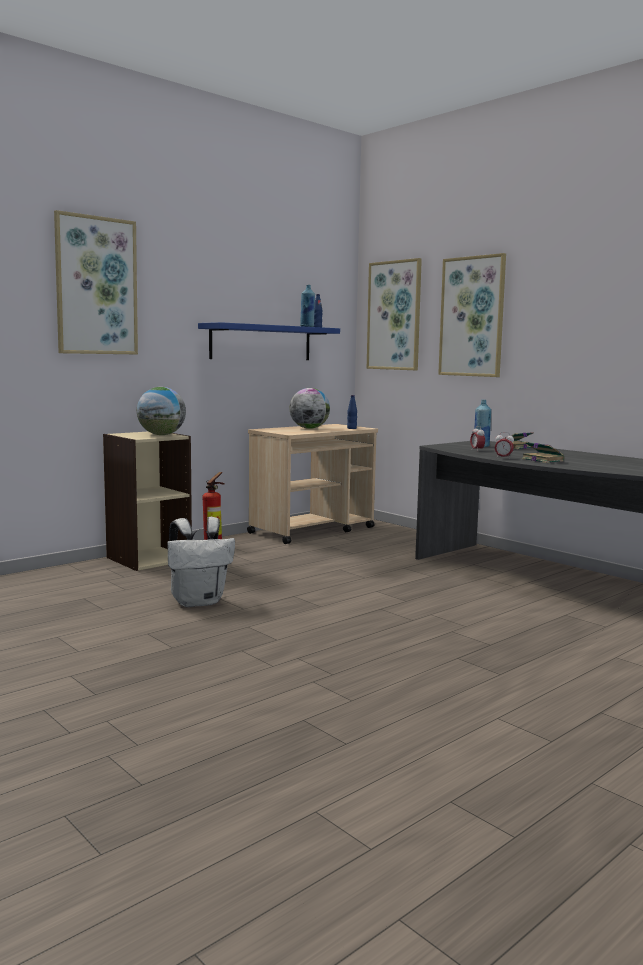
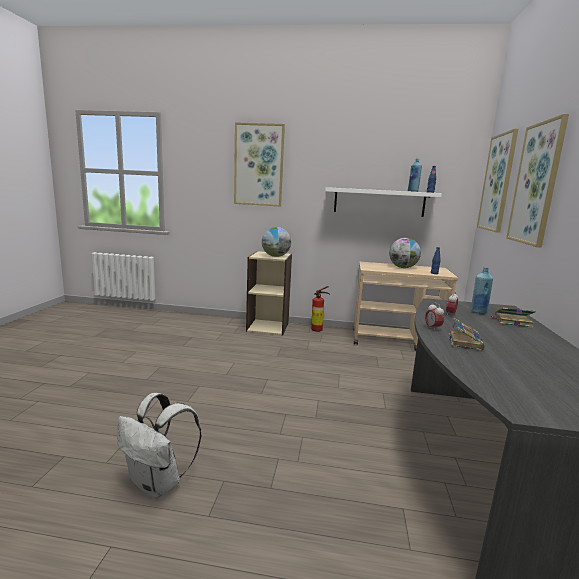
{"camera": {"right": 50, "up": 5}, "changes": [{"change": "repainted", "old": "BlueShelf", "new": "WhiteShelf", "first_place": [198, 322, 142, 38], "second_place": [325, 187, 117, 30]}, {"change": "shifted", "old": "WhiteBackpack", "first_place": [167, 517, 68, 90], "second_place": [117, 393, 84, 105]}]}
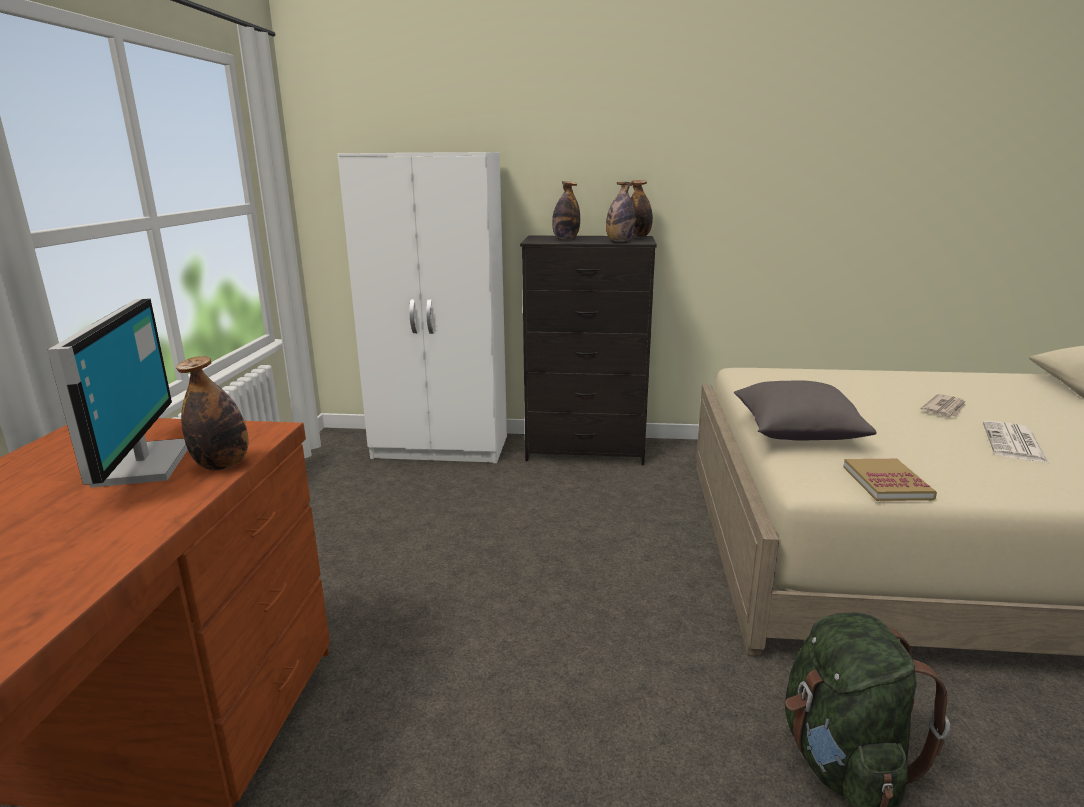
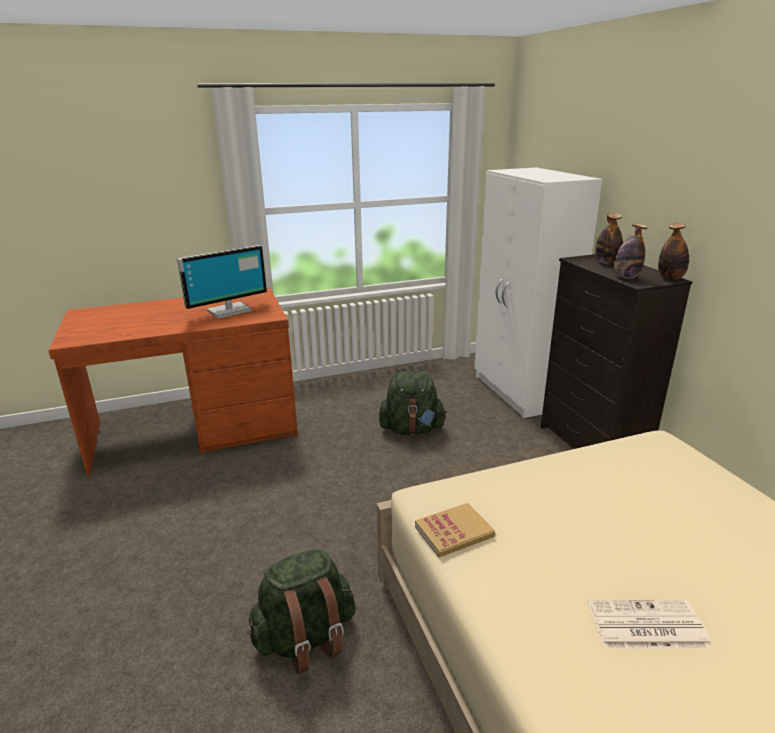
{"camera": {"right": 65, "up": 5}, "changes": [{"change": "gone", "old": "Bottle", "first_place": [176, 356, 73, 114]}, {"change": "gone", "old": "GreyPillow", "first_place": [734, 380, 142, 61]}, {"change": "gone", "old": "Newspaper", "first_place": [921, 394, 45, 23]}, {"change": "new", "new": "GreenBackpack", "second_place": [379, 371, 68, 64]}]}
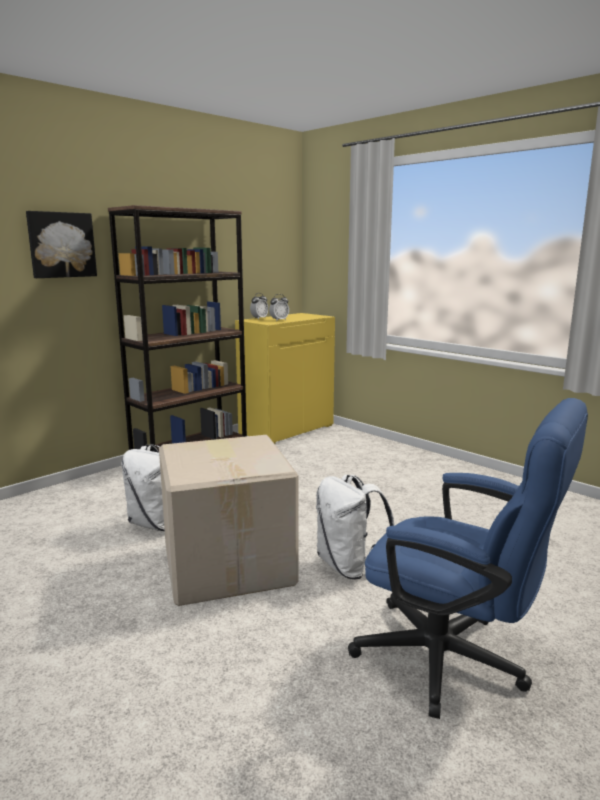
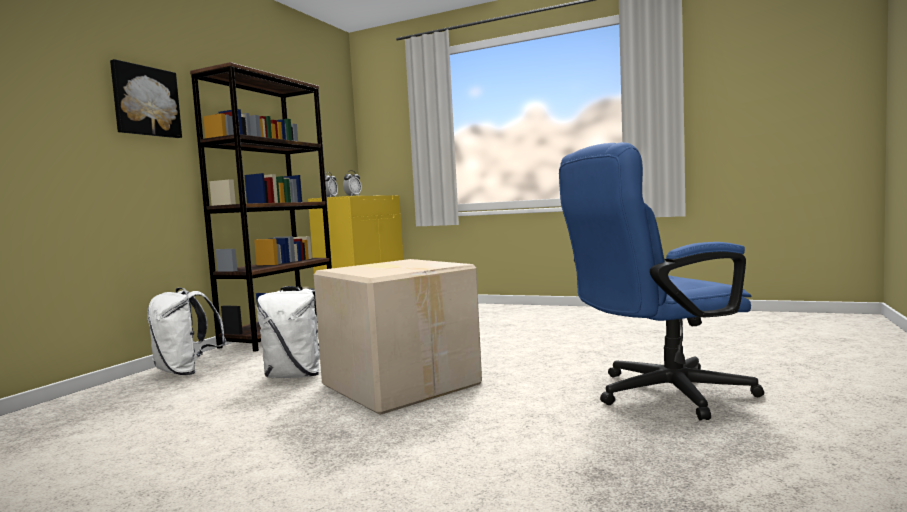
{"camera": {"right": -20, "up": -10}, "changes": [{"change": "rotated", "old": "BlueOfficeChair", "first_place": [348, 398, 240, 321], "second_place": [559, 142, 205, 278], "degrees": 150}, {"change": "shifted", "old": "WhiteBackpack", "first_place": [316, 475, 78, 104], "second_place": [147, 287, 80, 88]}]}
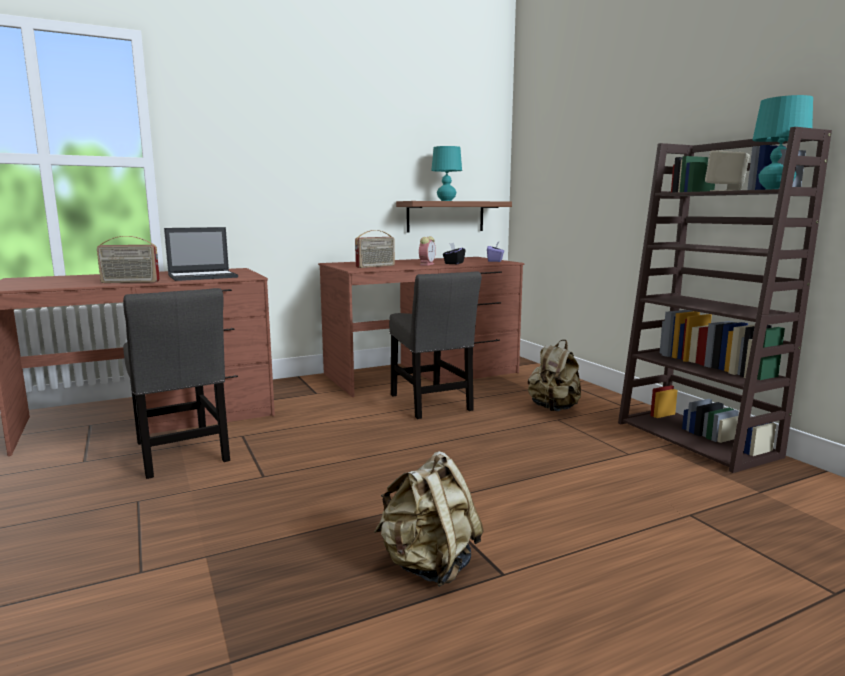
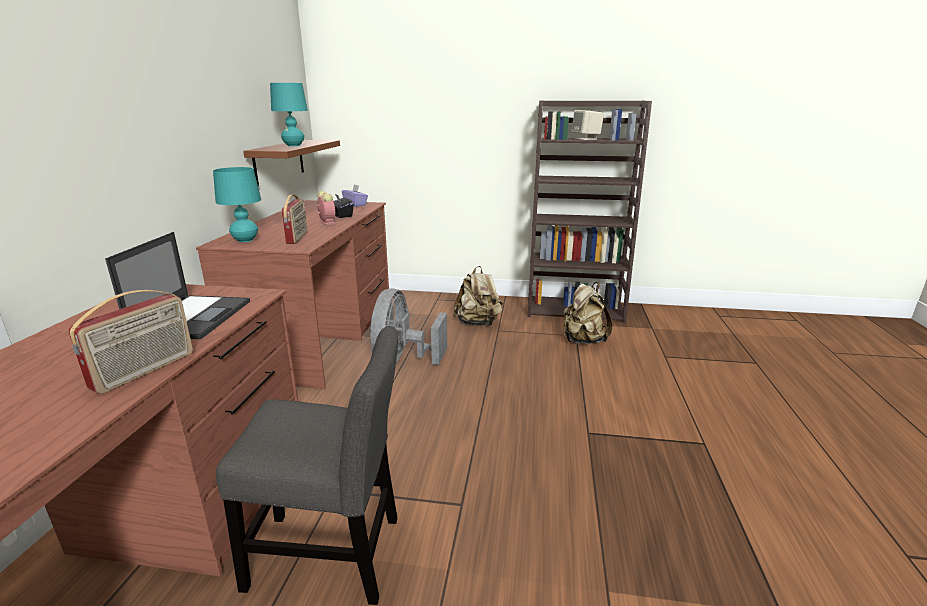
{"camera": {"right": -55, "up": 10}, "changes": [{"change": "shifted", "old": "TurquoiseTableLamp", "first_place": [752, 95, 61, 95], "second_place": [213, 167, 48, 75]}, {"change": "swapped", "old": "GreyChair", "new": "GreyFan", "first_place": [389, 271, 93, 148], "second_place": [370, 288, 77, 77]}, {"change": "shifted", "old": "BeigeBackpack", "first_place": [374, 451, 110, 136], "second_place": [563, 282, 49, 62]}]}
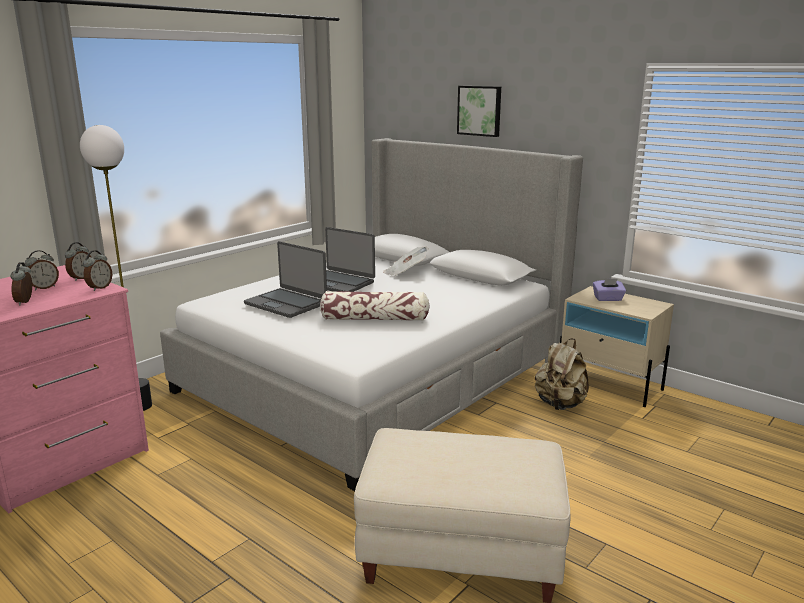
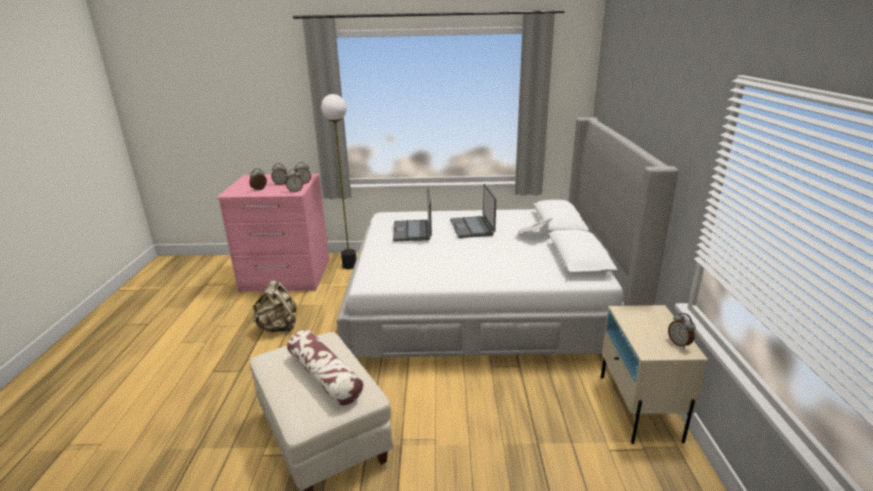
{"camera": {"right": 50, "up": 5}, "changes": [{"change": "gone", "old": "Picture", "first_place": [457, 86, 44, 51]}, {"change": "gone", "old": "PurpleTissueBox", "first_place": [593, 278, 33, 23]}, {"change": "shifted", "old": "Pillow", "first_place": [320, 291, 110, 29], "second_place": [287, 330, 76, 76]}, {"change": "shifted", "old": "BeigeBackpack", "first_place": [535, 338, 54, 72], "second_place": [252, 281, 45, 51]}, {"change": "new", "new": "AlarmClock", "second_place": [668, 313, 28, 36]}]}
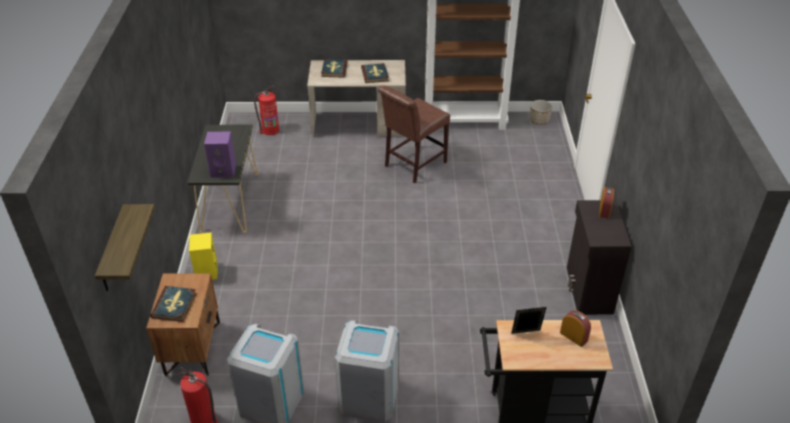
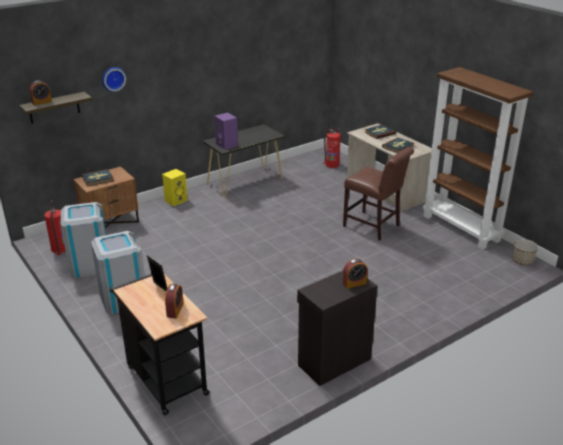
{"camera": {"right": 55, "up": -10}, "changes": [{"change": "rotated", "old": "BrownChair", "first_place": [378, 85, 72, 98], "second_place": [343, 148, 71, 92], "degrees": -150}, {"change": "new", "new": "WallClock", "second_place": [102, 67, 24, 25]}, {"change": "new", "new": "AlarmClock", "second_place": [30, 80, 22, 26]}]}
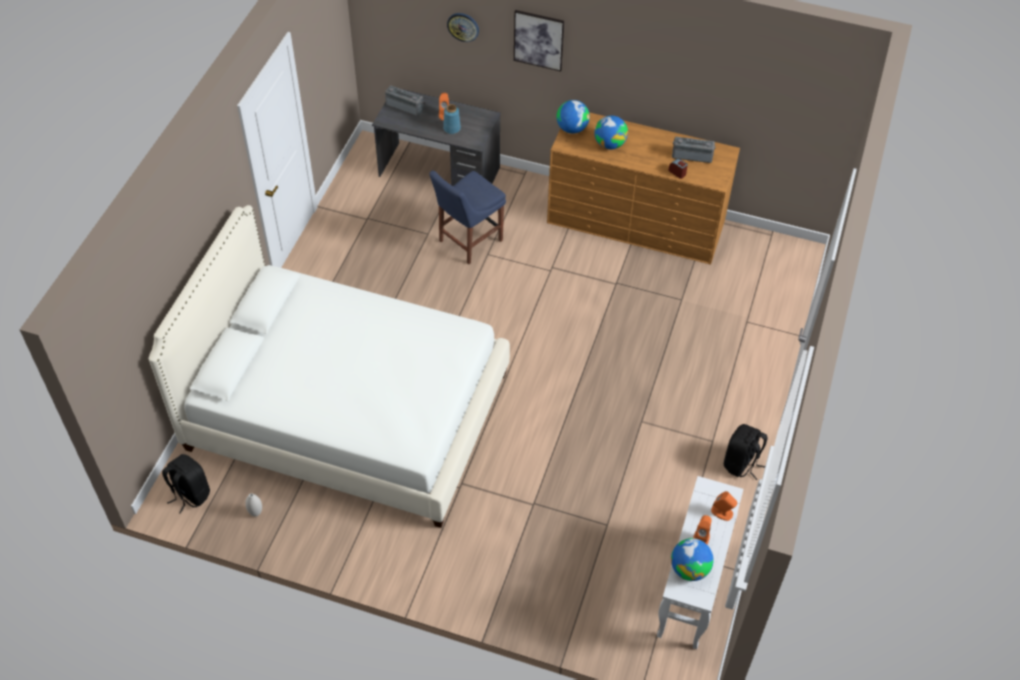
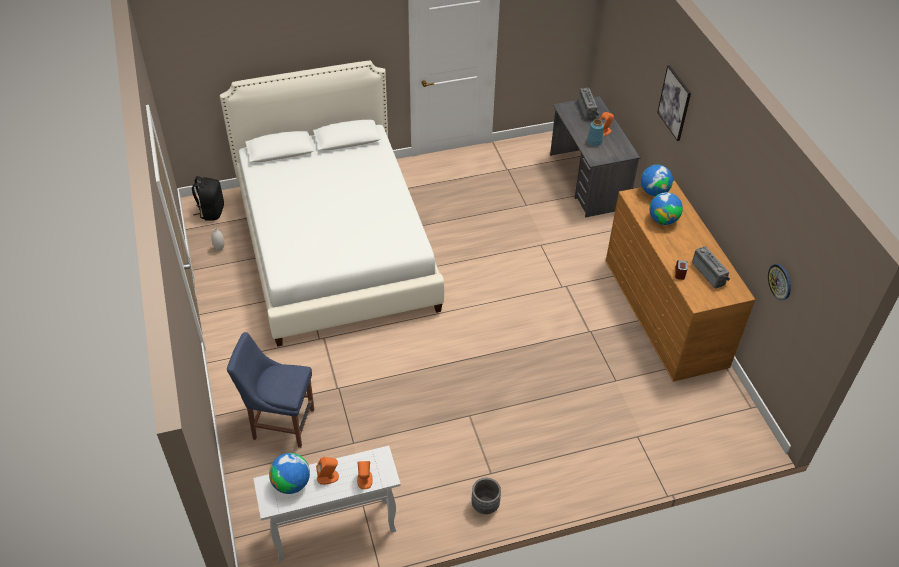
{"camera": {"right": 55, "up": -5}, "changes": [{"change": "shifted", "old": "WallClock", "first_place": [447, 13, 32, 29], "second_place": [768, 264, 23, 36]}, {"change": "shifted", "old": "BlueChair", "first_place": [429, 170, 77, 94], "second_place": [227, 332, 87, 116]}, {"change": "swapped", "old": "BlackBackpack", "new": "GreyPlanter", "first_place": [724, 424, 44, 56], "second_place": [471, 478, 30, 36]}]}
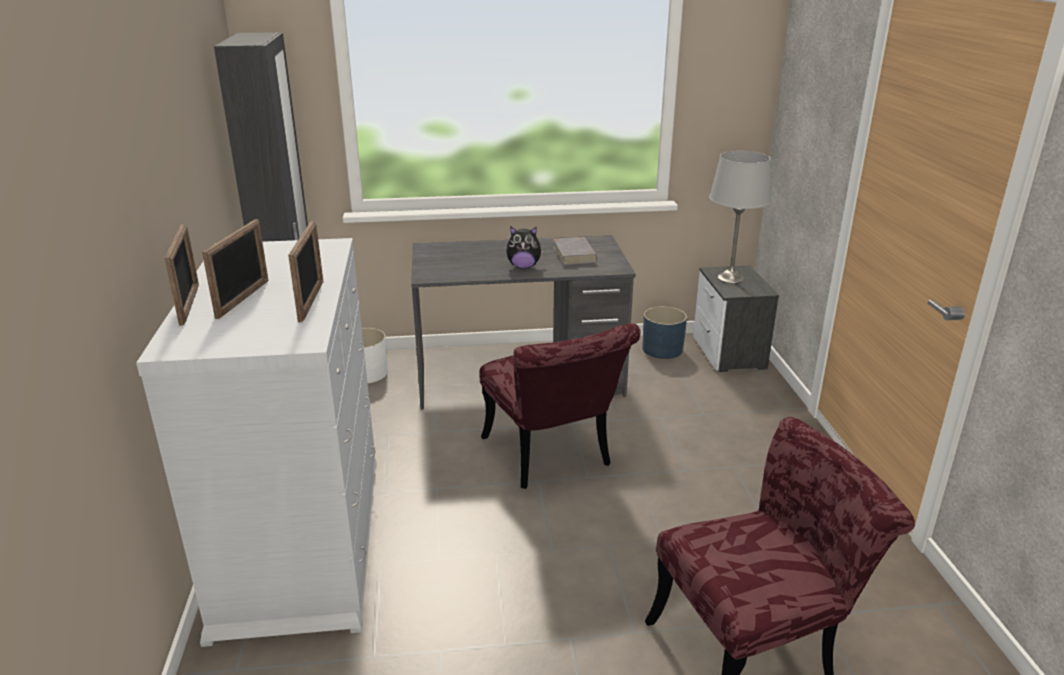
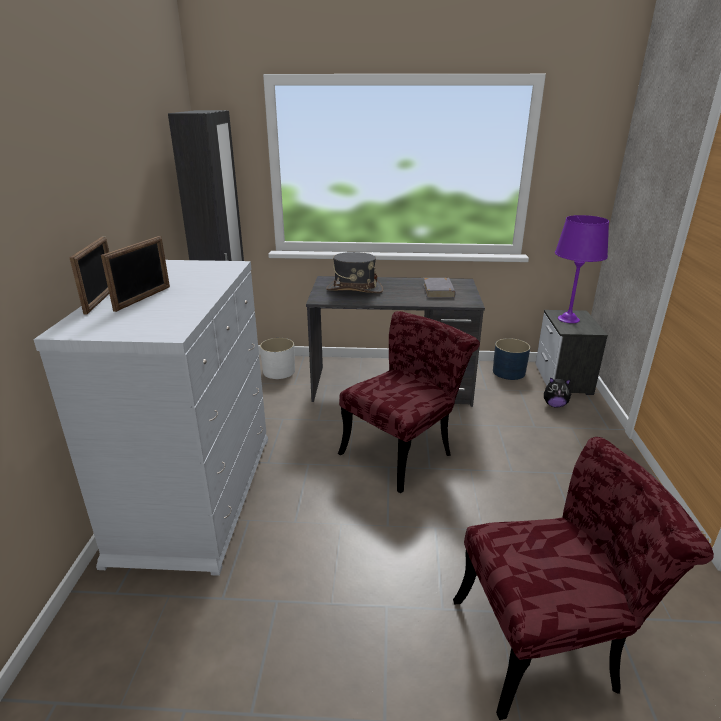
{"camera": {"right": 10, "up": 0}, "changes": [{"change": "repainted", "old": "GreyTableLamp", "new": "PurpleTableLamp", "first_place": [709, 151, 63, 132], "second_place": [555, 215, 54, 108]}, {"change": "gone", "old": "PictureFrame", "first_place": [288, 221, 36, 101]}, {"change": "shifted", "old": "PlushToy", "first_place": [506, 226, 38, 43], "second_place": [544, 377, 27, 31]}, {"change": "rotated", "old": "RedChair", "first_place": [479, 323, 162, 166], "second_place": [338, 311, 142, 182], "degrees": -120}, {"change": "new", "new": "GreyHat", "second_place": [326, 252, 57, 41]}]}
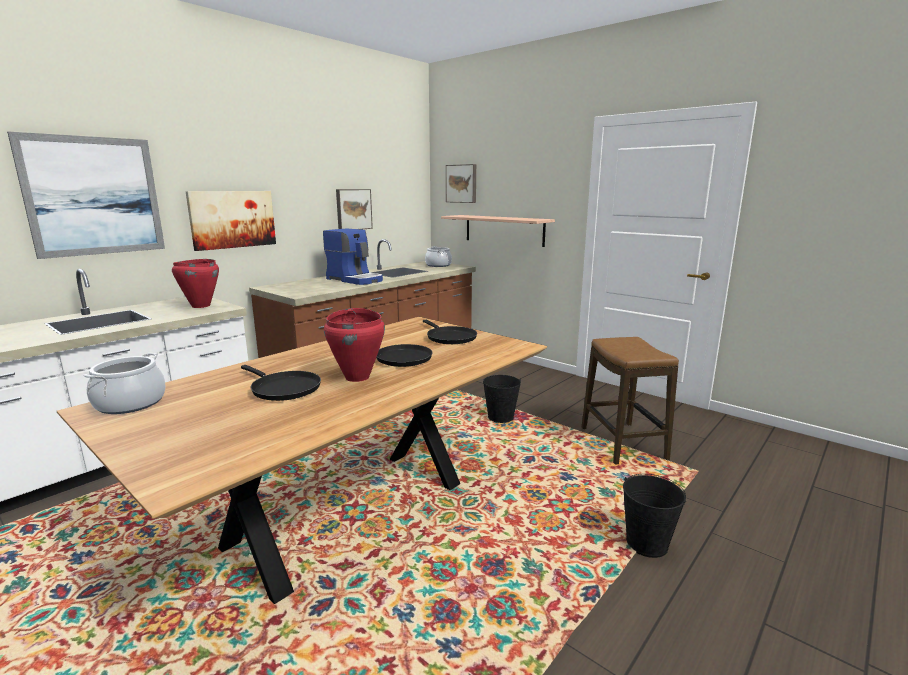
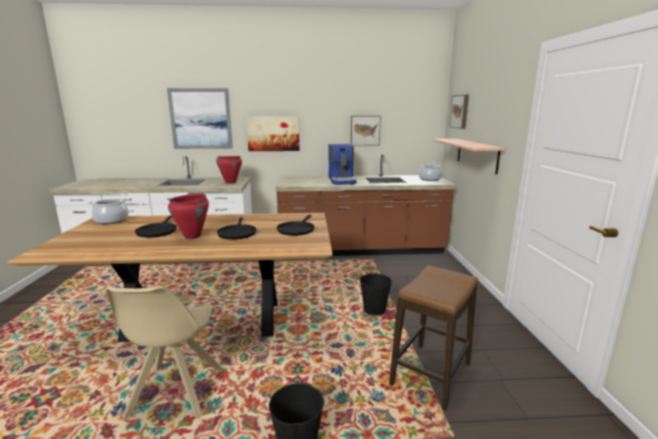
{"camera": {"right": 45, "up": 0}, "changes": [{"change": "new", "new": "BeigeChair", "second_place": [106, 286, 116, 134]}]}
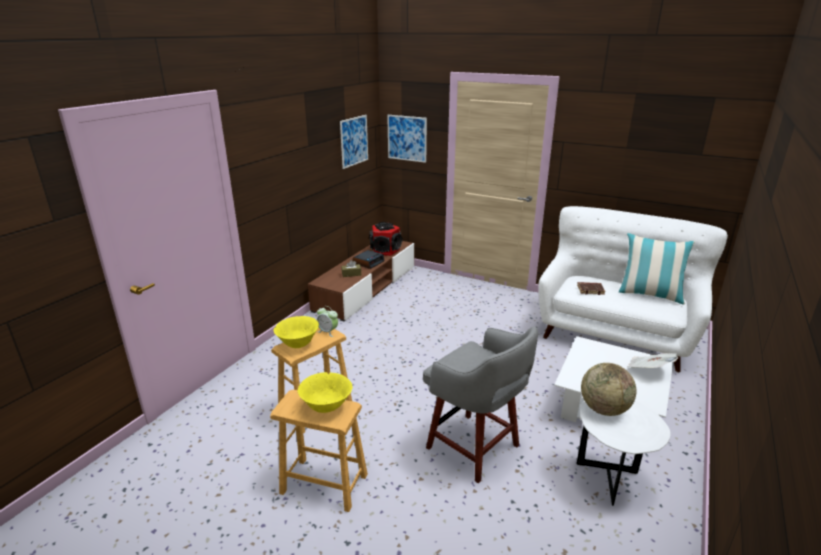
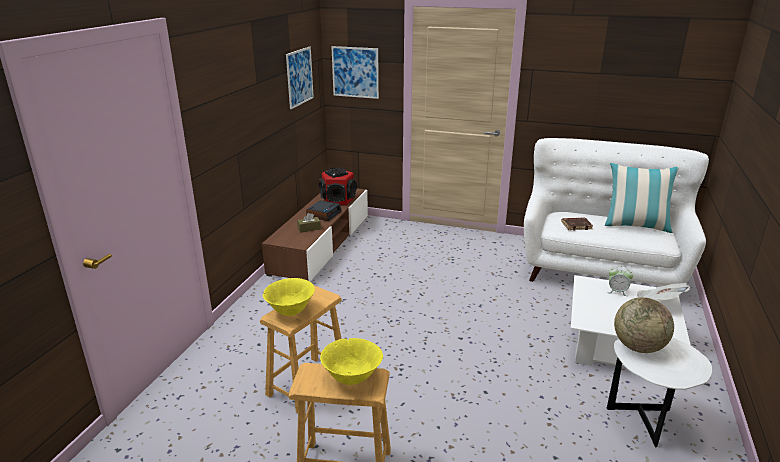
{"camera": {"right": -10, "up": 0}, "changes": [{"change": "shifted", "old": "AlarmClock", "first_place": [317, 306, 21, 31], "second_place": [607, 266, 27, 30]}, {"change": "gone", "old": "GreyStool", "first_place": [423, 327, 115, 156]}]}
